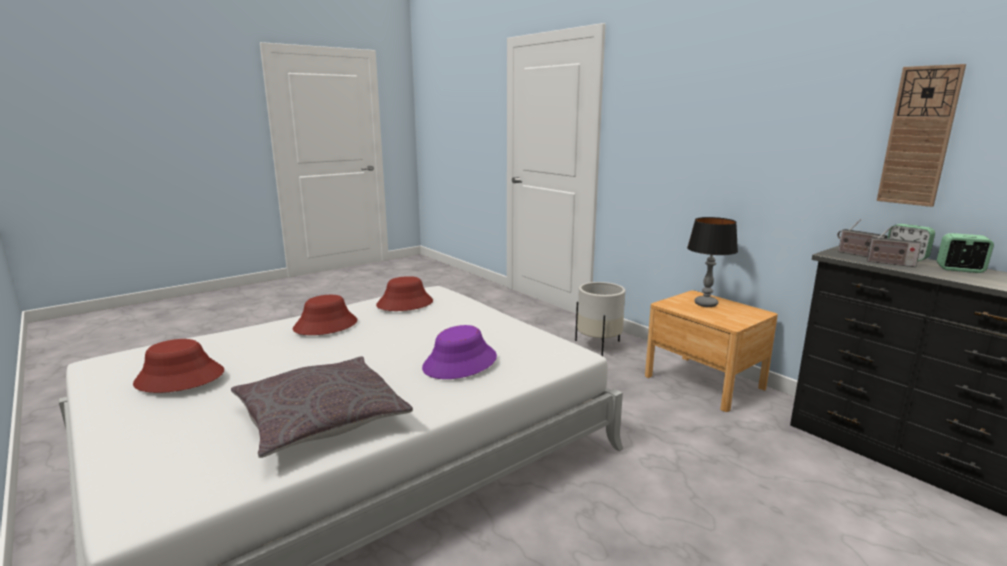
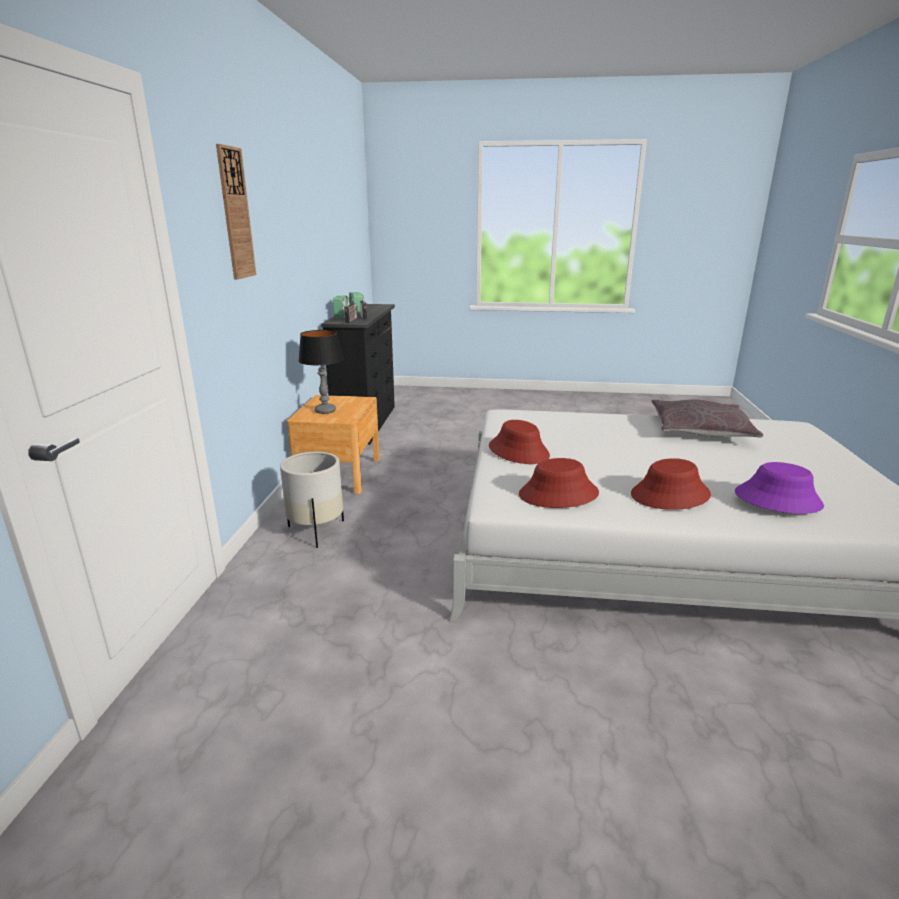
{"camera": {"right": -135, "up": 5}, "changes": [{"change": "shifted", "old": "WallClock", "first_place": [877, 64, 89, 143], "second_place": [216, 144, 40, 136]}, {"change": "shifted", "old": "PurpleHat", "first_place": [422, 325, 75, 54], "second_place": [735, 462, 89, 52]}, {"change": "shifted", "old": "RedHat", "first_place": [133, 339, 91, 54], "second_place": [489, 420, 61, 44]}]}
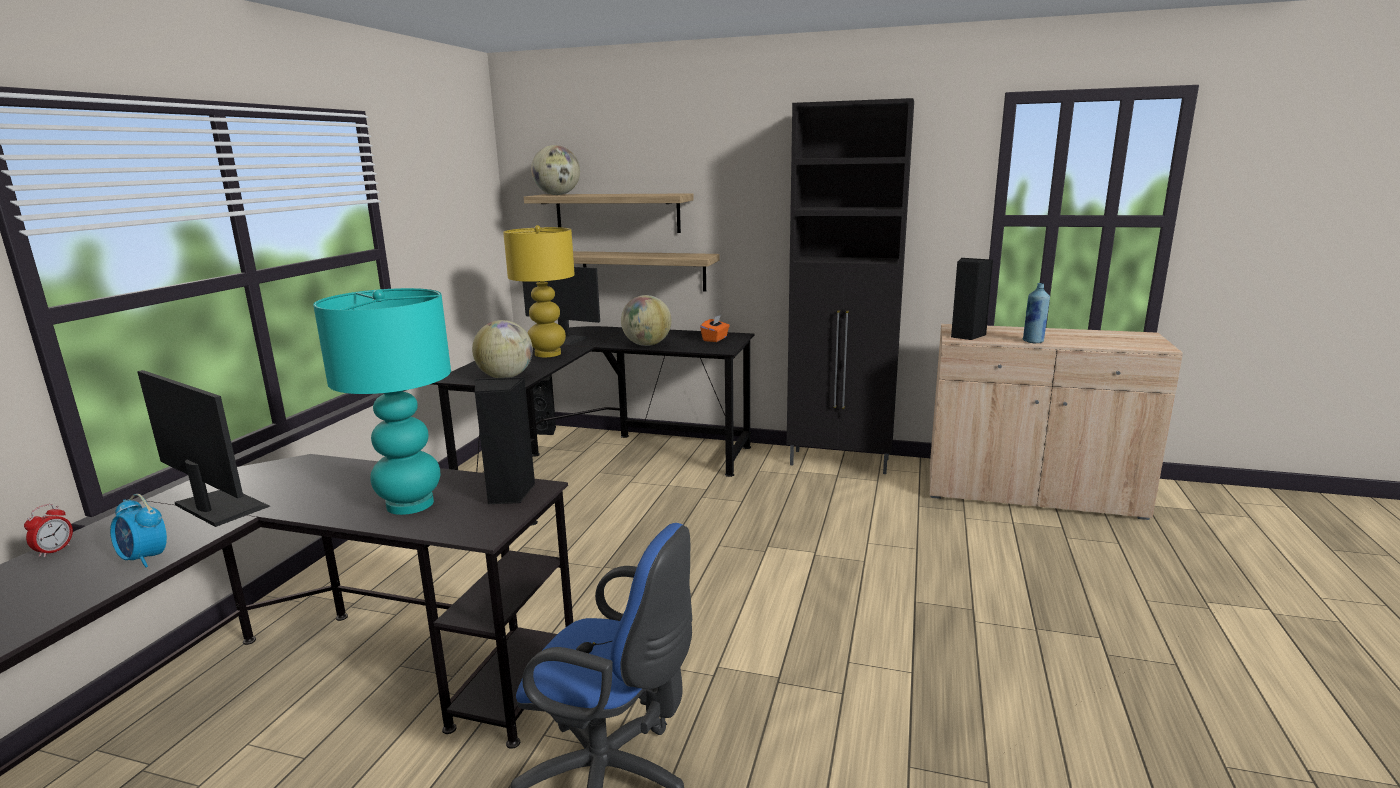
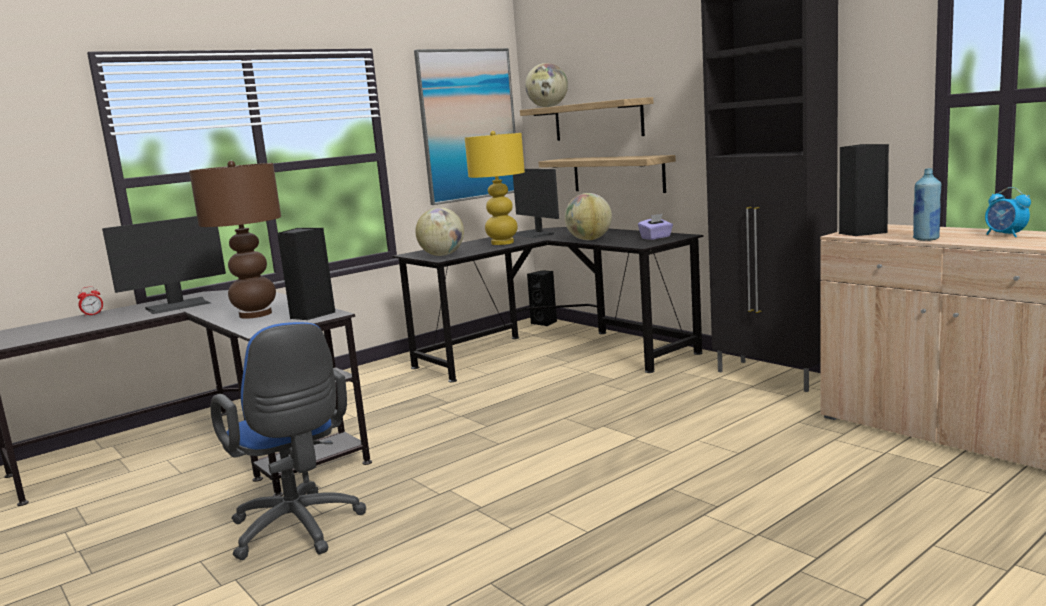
{"camera": {"right": 35, "up": -5}, "changes": [{"change": "repainted", "old": "TurquoiseTableLamp", "new": "BrownTableLamp", "first_place": [313, 288, 138, 227], "second_place": [189, 161, 92, 158]}, {"change": "repainted", "old": "OrangeTissueBox", "new": "PurpleTissueBox", "first_place": [700, 315, 30, 27], "second_place": [638, 213, 35, 27]}, {"change": "rotated", "old": "Monitor", "first_place": [137, 370, 133, 157], "second_place": [102, 216, 124, 98], "degrees": 75}, {"change": "shifted", "old": "AlarmClock", "first_place": [110, 494, 57, 74], "second_place": [985, 187, 46, 50]}, {"change": "new", "new": "Picture", "second_place": [414, 48, 102, 157]}]}
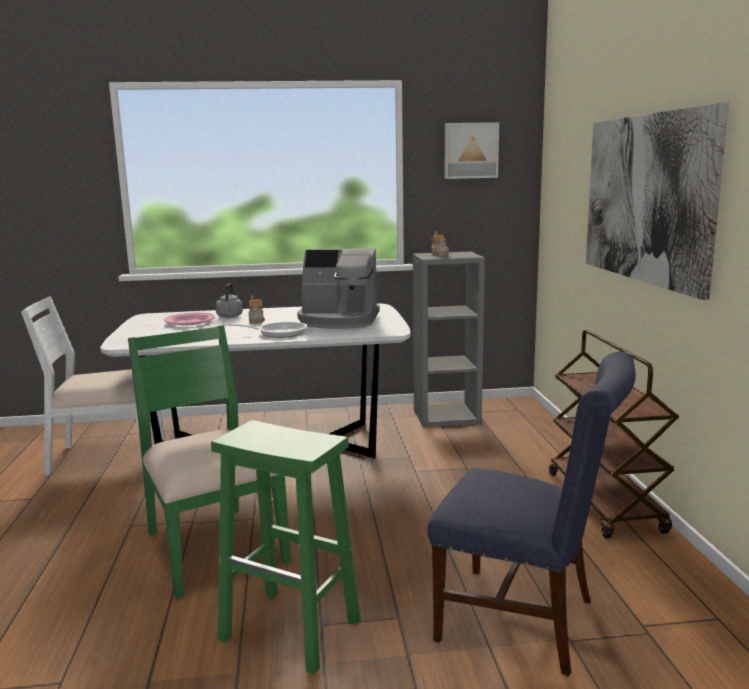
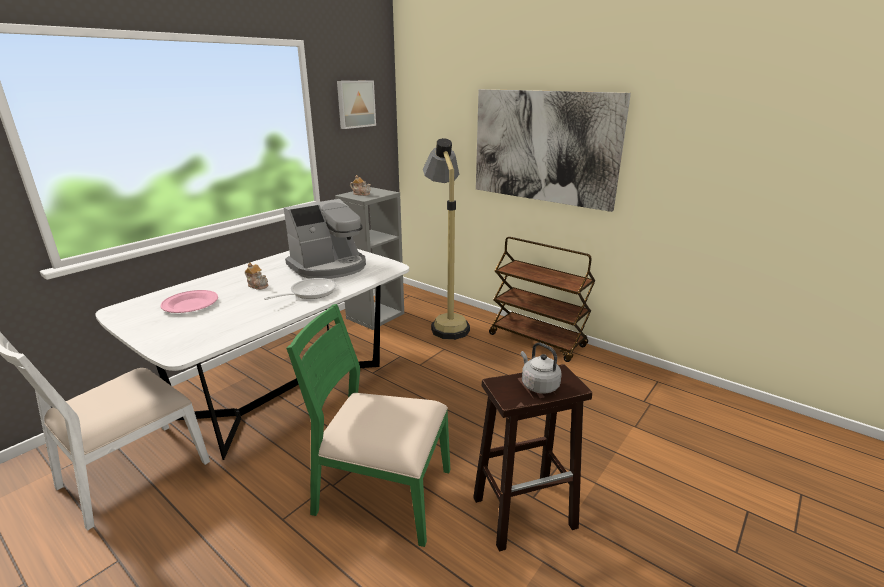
{"camera": {"right": -45, "up": 10}, "changes": [{"change": "shifted", "old": "GreyKettle", "first_place": [215, 284, 28, 34], "second_place": [521, 342, 41, 52]}, {"change": "gone", "old": "BlueChair", "first_place": [428, 352, 208, 324]}, {"change": "repainted", "old": "GreenStool", "new": "BrownStool", "first_place": [211, 420, 150, 254], "second_place": [473, 364, 119, 188]}, {"change": "new", "new": "FloorLamp", "second_place": [423, 138, 47, 202]}]}
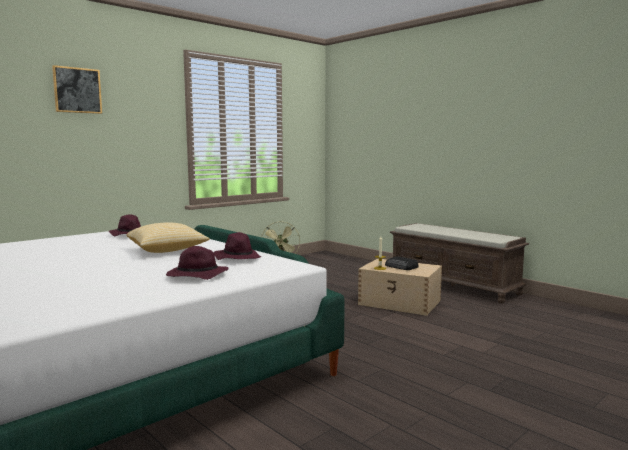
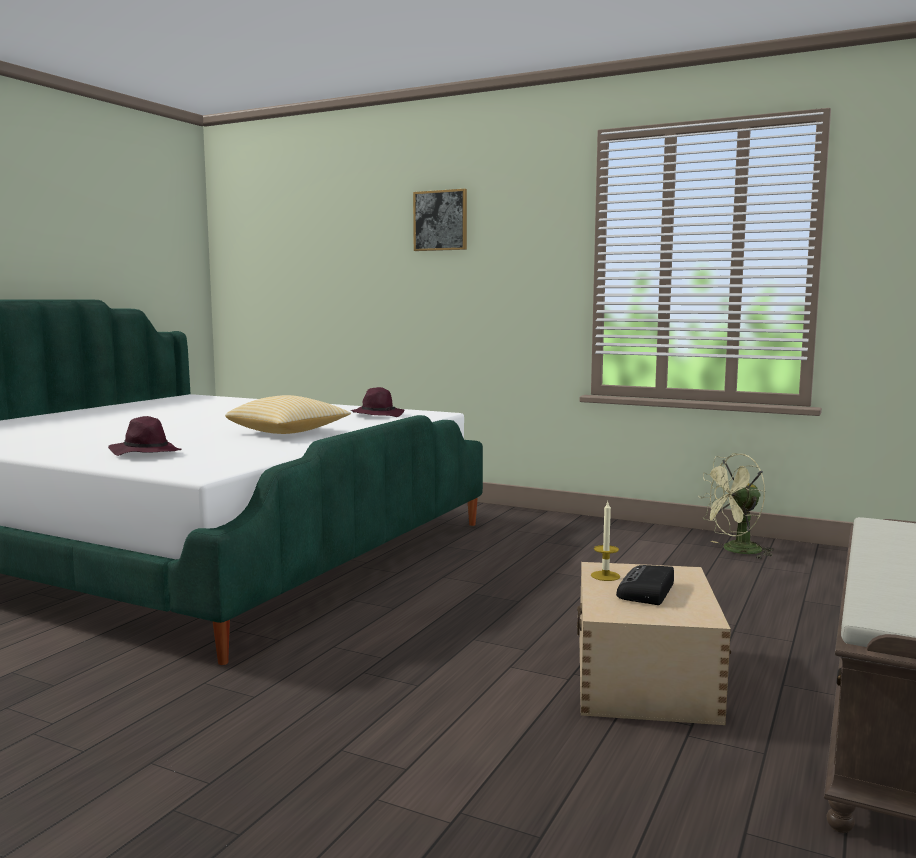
{"camera": {"right": 70, "up": 0}, "changes": [{"change": "gone", "old": "PurpleHat", "first_place": [214, 232, 48, 28]}]}
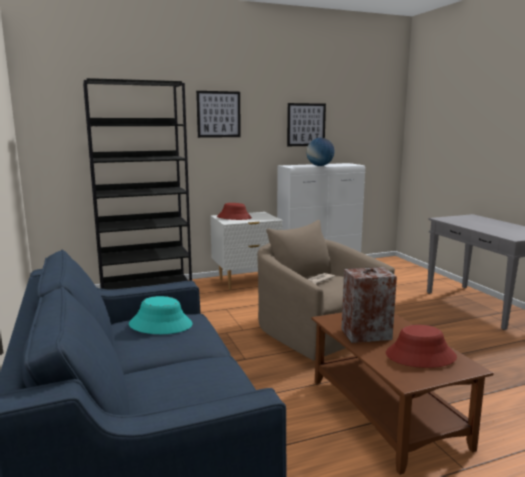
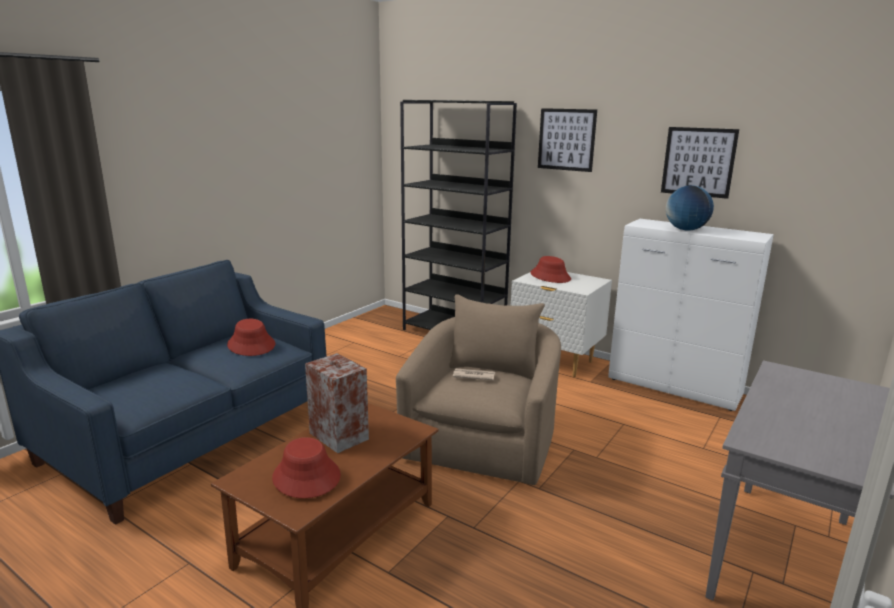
{"camera": {"right": 55, "up": 5}, "changes": [{"change": "repainted", "old": "TurquoiseHat", "new": "RedHat", "first_place": [129, 296, 64, 38], "second_place": [227, 319, 48, 37]}]}
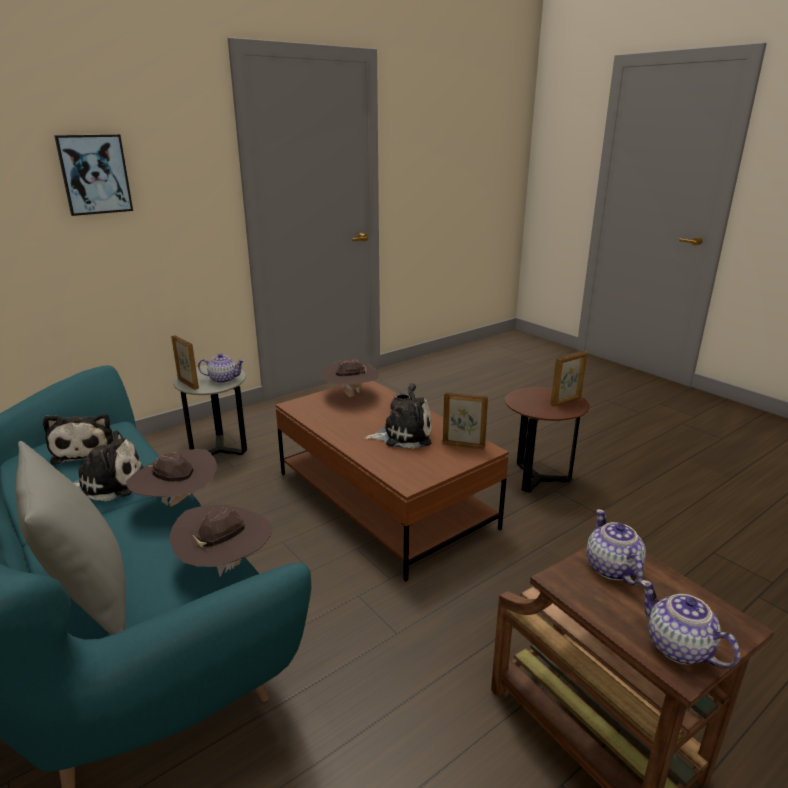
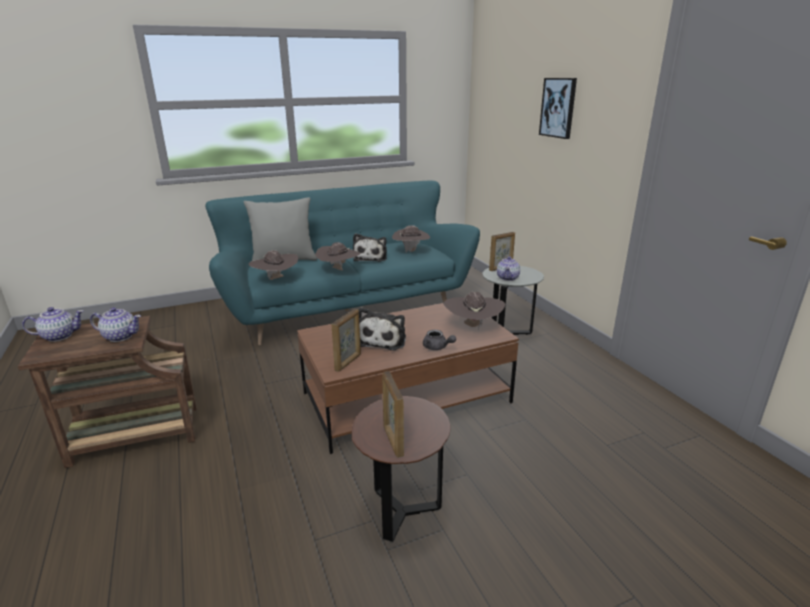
{"camera": {"right": 105, "up": 0}, "changes": [{"change": "swapped", "old": "PlushToy", "new": "BrownHat", "first_place": [43, 414, 70, 51], "second_place": [392, 225, 38, 27]}]}
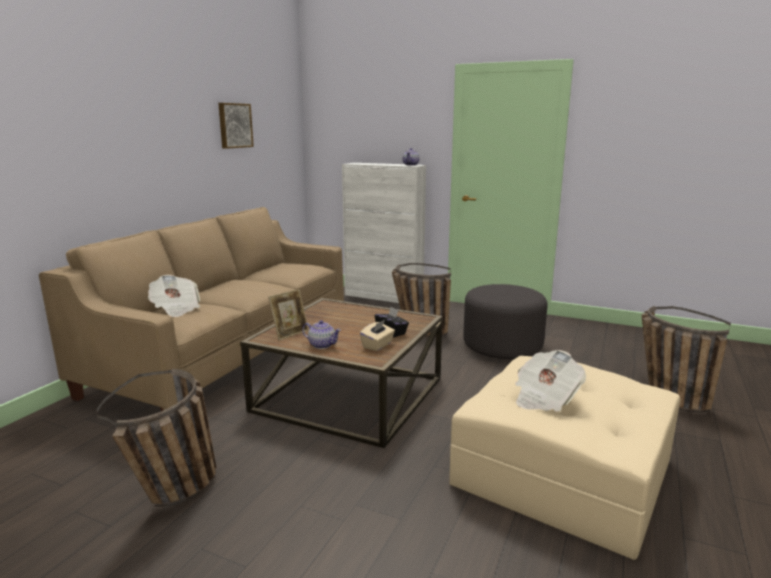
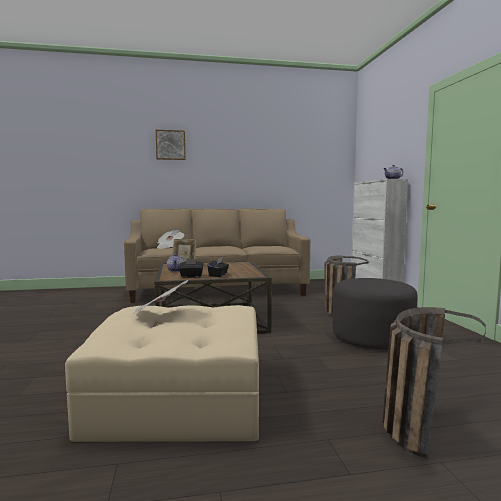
{"camera": {"right": 55, "up": -10}, "changes": [{"change": "shifted", "old": "Picture", "first_place": [218, 103, 36, 46], "second_place": [156, 130, 30, 30]}, {"change": "repainted", "old": "BeigeTissueBox", "new": "BlackTissueBox", "first_place": [360, 320, 35, 31], "second_place": [179, 258, 25, 20]}, {"change": "gone", "old": "Basket", "first_place": [97, 369, 119, 138]}]}
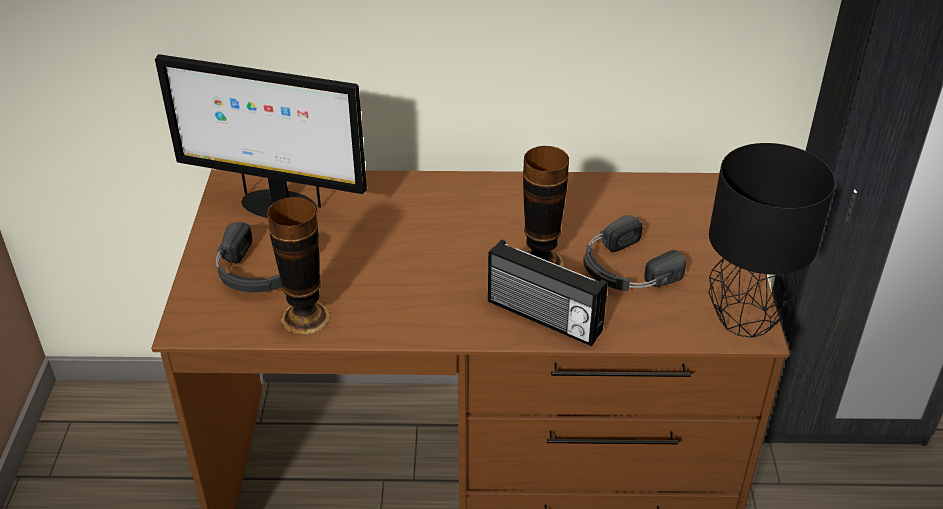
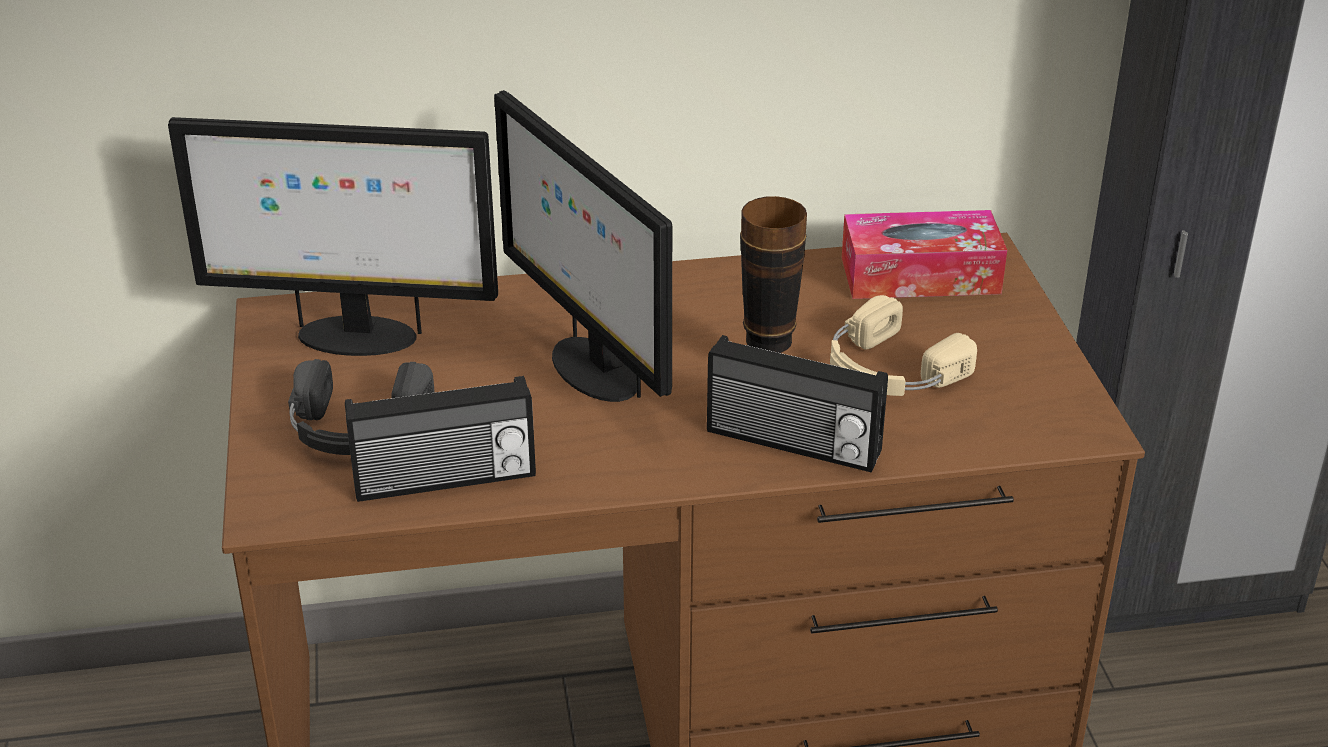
{"camera": {"right": -10, "up": -5}, "changes": [{"change": "gone", "old": "BlackTableLamp", "first_place": [708, 143, 127, 195]}, {"change": "swapped", "old": "Vase", "new": "Radio", "first_place": [267, 197, 64, 138], "second_place": [345, 376, 191, 126]}, {"change": "repainted", "old": "BlackHeadphones", "new": "BeigeHeadphones", "first_place": [583, 215, 103, 76], "second_place": [830, 295, 147, 101]}, {"change": "new", "new": "Monitor", "second_place": [494, 90, 178, 312]}, {"change": "new", "new": "TissueBox", "second_place": [842, 210, 165, 89]}]}
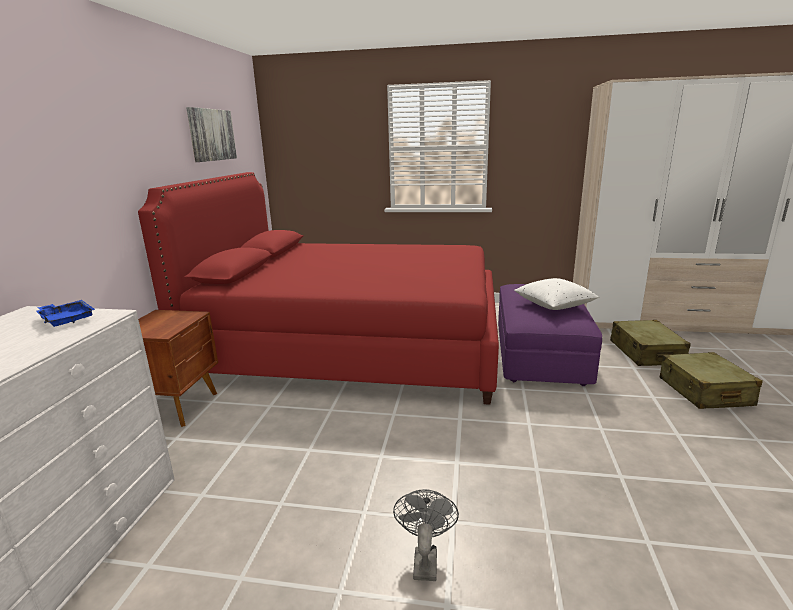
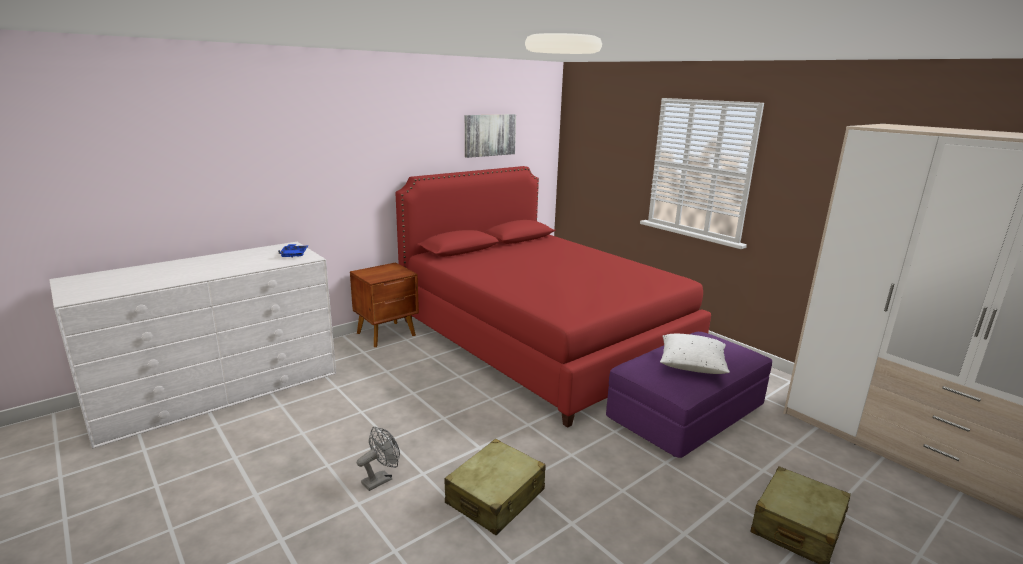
{"camera": {"right": 40, "up": 0}, "changes": [{"change": "shifted", "old": "BeigeSuitcase", "first_place": [610, 320, 81, 46], "second_place": [444, 439, 102, 97]}]}
